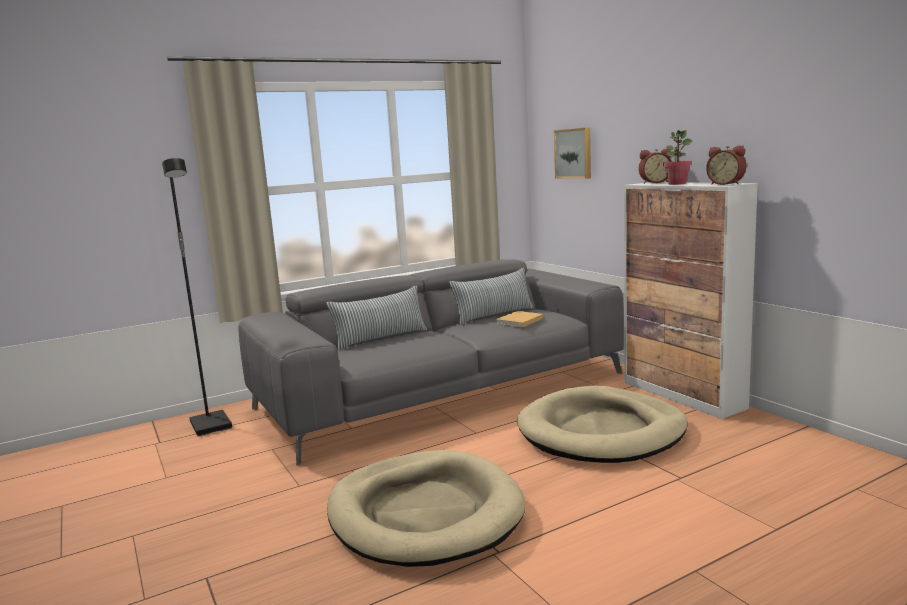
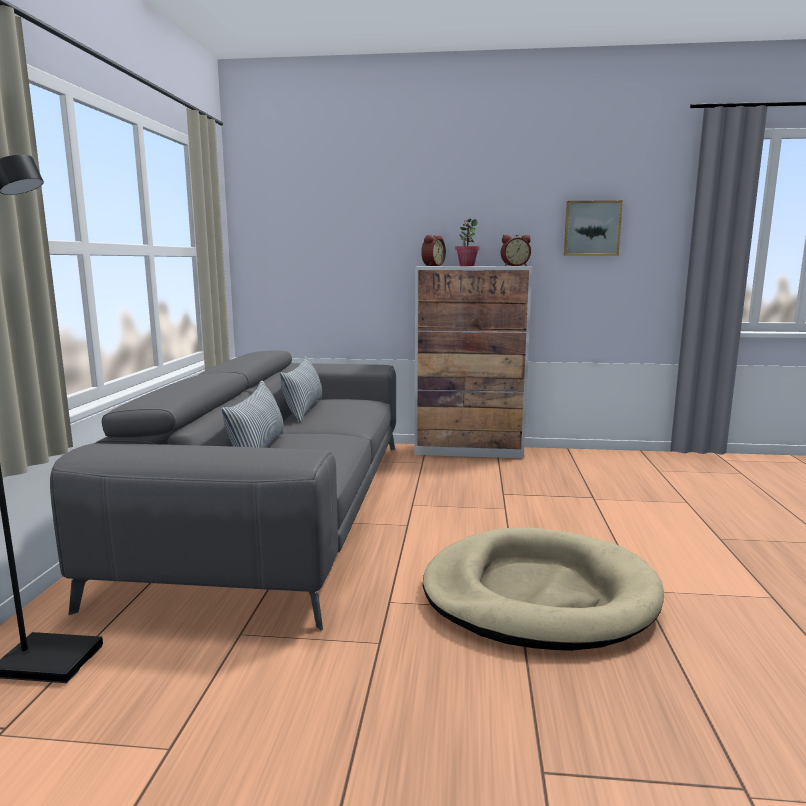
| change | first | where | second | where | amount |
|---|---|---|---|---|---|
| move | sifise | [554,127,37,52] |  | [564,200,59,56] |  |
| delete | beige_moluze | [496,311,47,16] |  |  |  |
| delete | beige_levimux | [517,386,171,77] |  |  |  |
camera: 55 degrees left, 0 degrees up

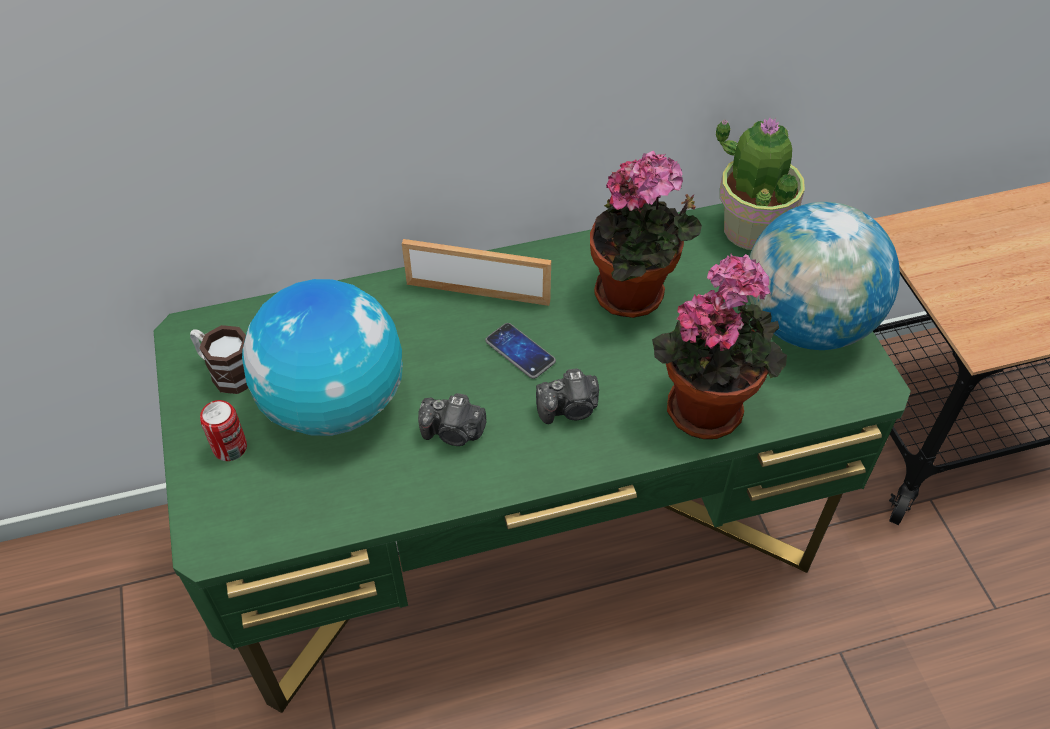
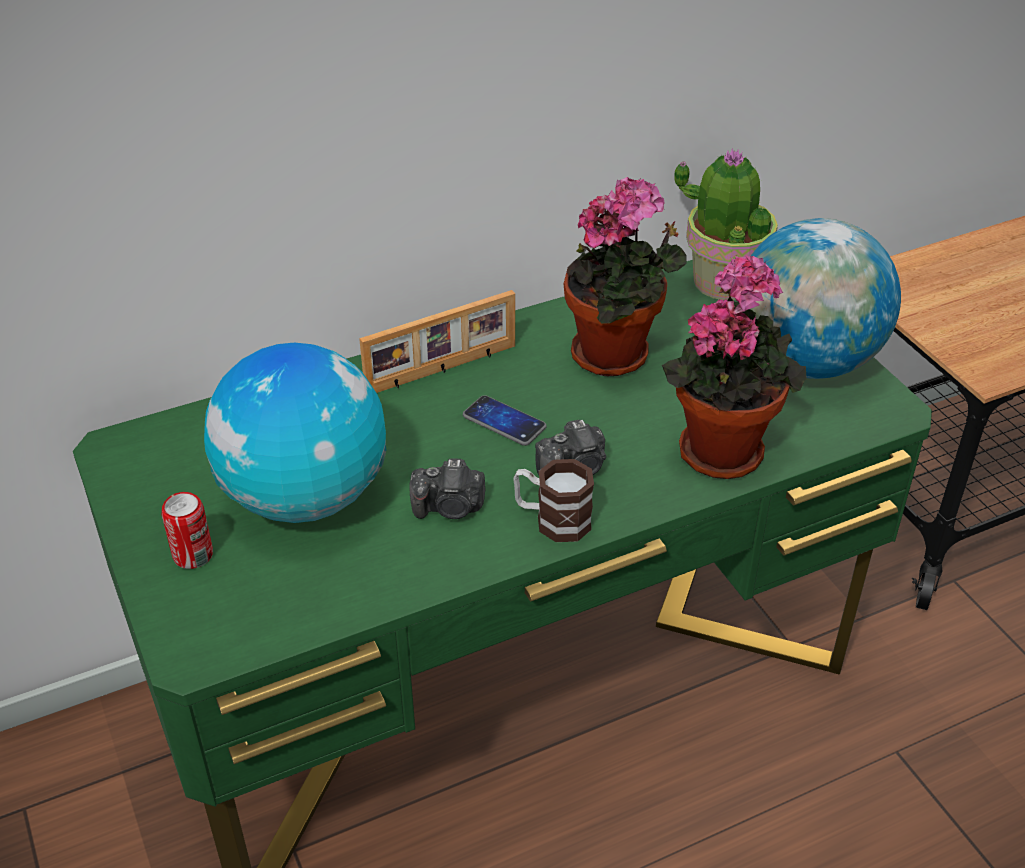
| change | first | where | second | where | amount |
|---|---|---|---|---|---|
| rotate | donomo | [402,239,149,67] |  | [359,290,156,103] | 150 degrees clockwise |
| move | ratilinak | [190,325,58,69] |  | [513,459,81,83] |  |
camera: 10 degrees left, 10 degrees down

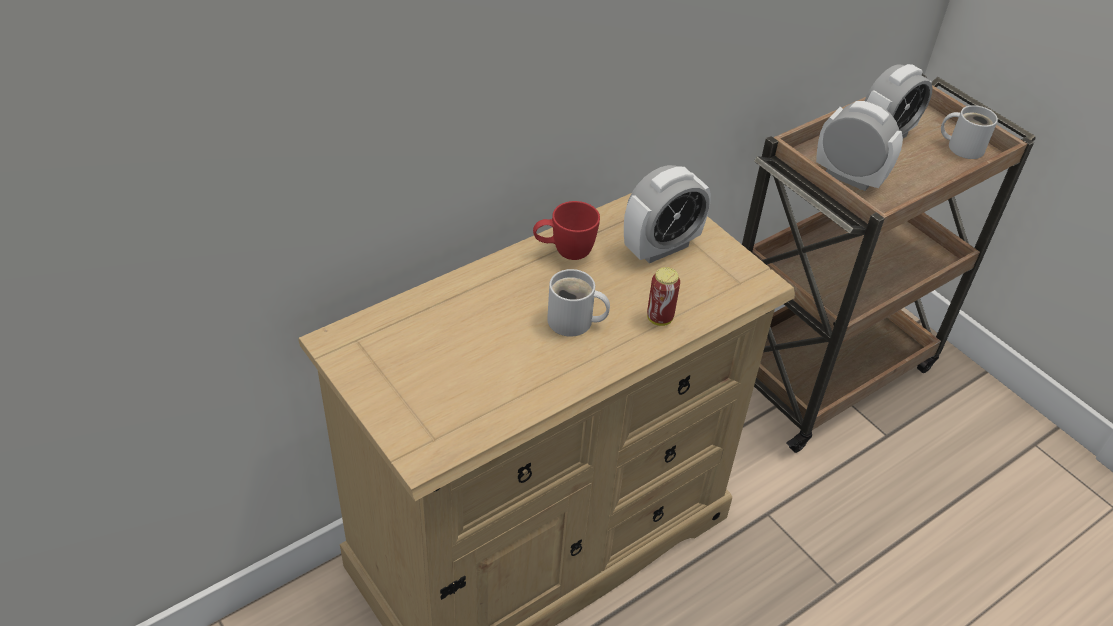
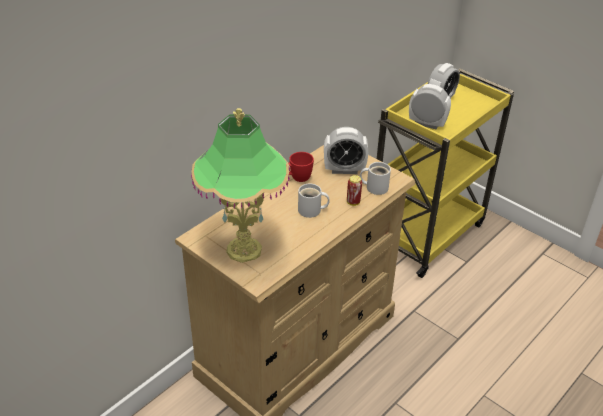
| change | first | where | second | where | amount |
|---|---|---|---|---|---|
| insert |  |  | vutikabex | [191,108,99,155] |  |
| rotate | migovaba | [624,165,87,98] |  | [324,127,45,47] | 45 degrees clockwise |
| move | white_ratilinak | [941,105,57,54] |  | [360,162,31,33] |  |
| recolor | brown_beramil | [742,74,294,379] | yellow_beramil | [377,68,137,210] |  |
camera: 10 degrees left, 5 degrees down

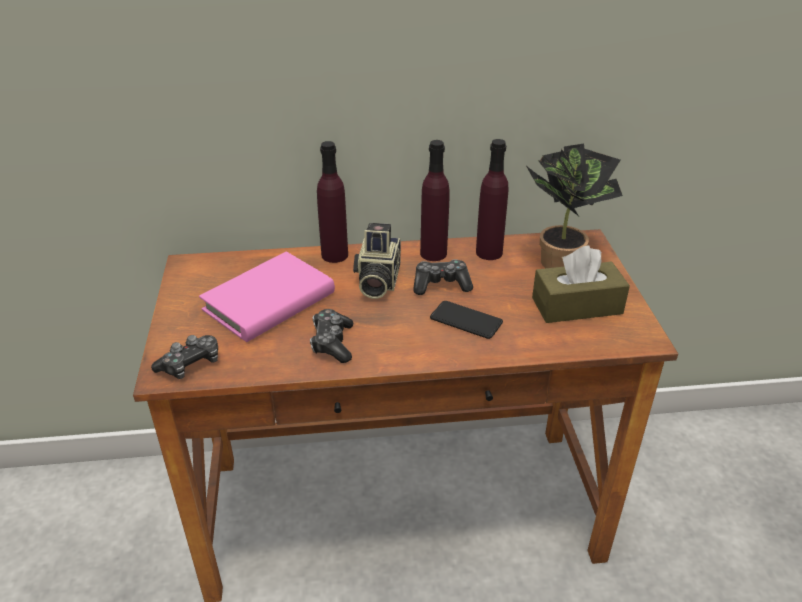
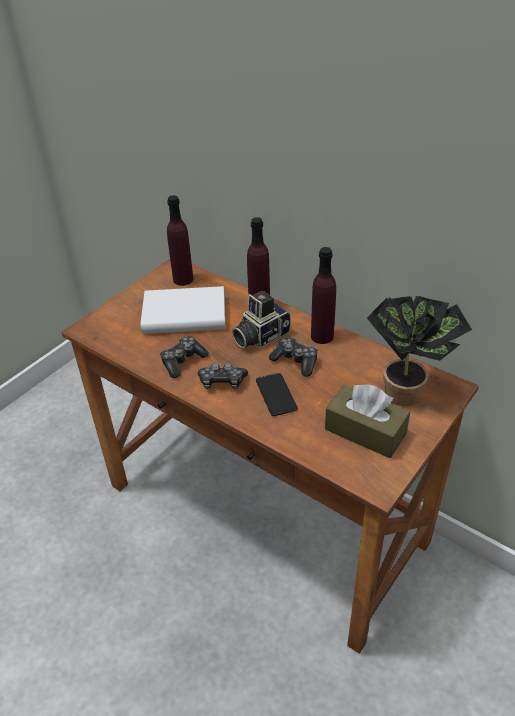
| change | first | where | second | where | amount |
|---|---|---|---|---|---|
| recolor | pink_moluze | [199,252,136,90] | white_moluze | [141,286,84,48] |  |
| move | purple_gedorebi | [476,139,33,121] |  | [167,195,26,91] |  |
| move | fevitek | [151,335,67,44] |  | [198,363,50,26] |  |
camera: 45 degrees right, 5 degrees up

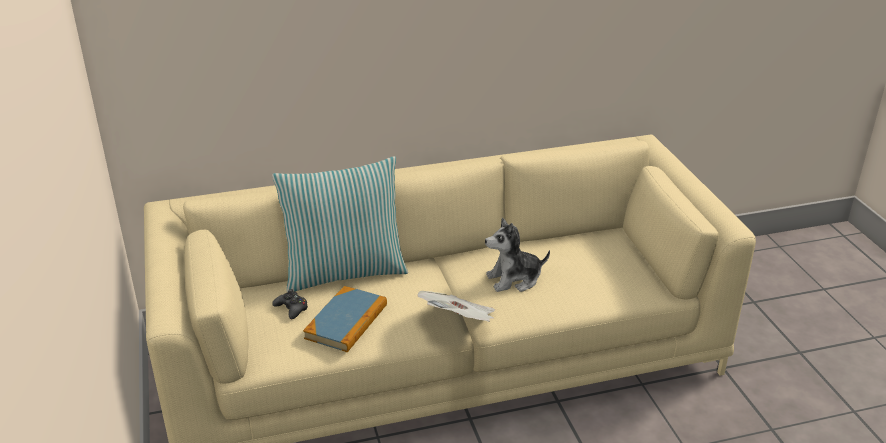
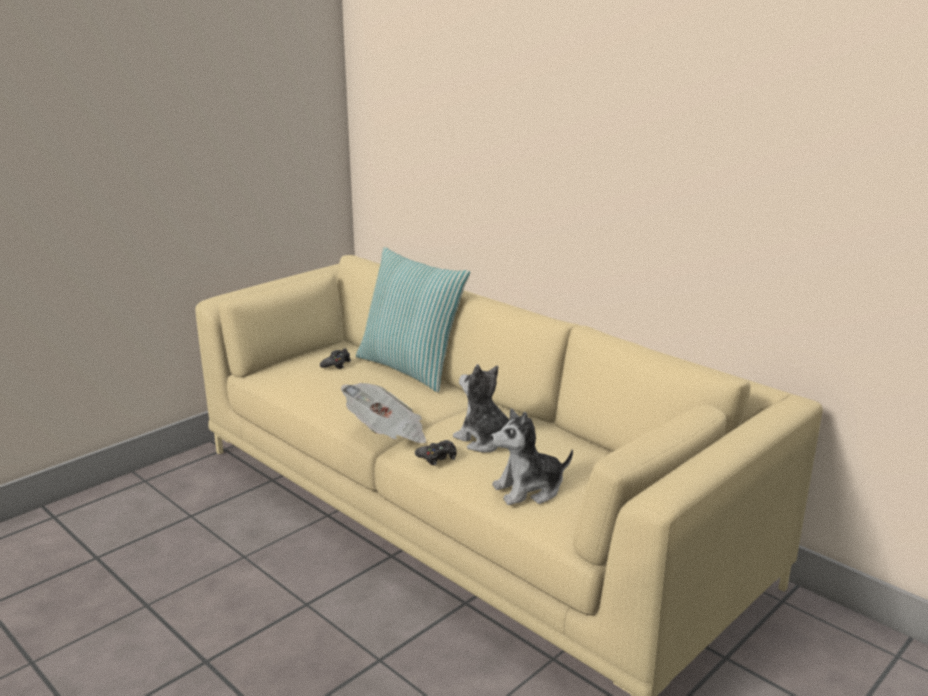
| change | first | where | second | where | amount |
|---|---|---|---|---|---|
| insert |  |  | black_fevitek | [415,440,41,25] |  |
| insert |  |  | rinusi | [491,409,82,96] |  |
| delete | moluze | [303,286,84,66] |  |  |  |
camera: 60 degrees right, 10 degrees down

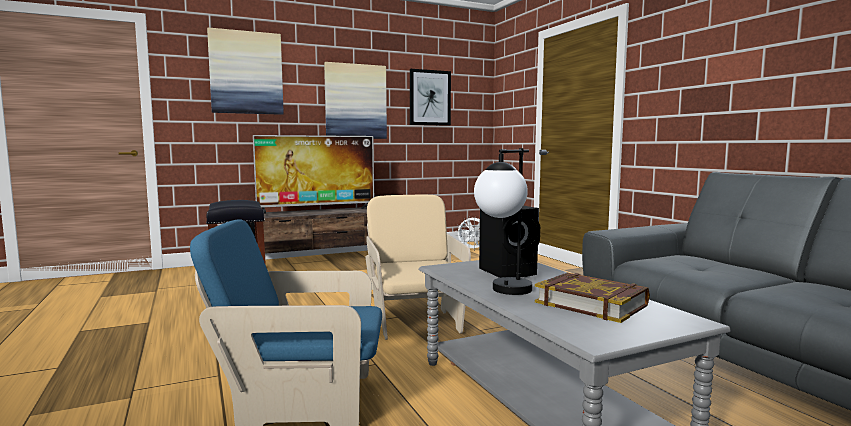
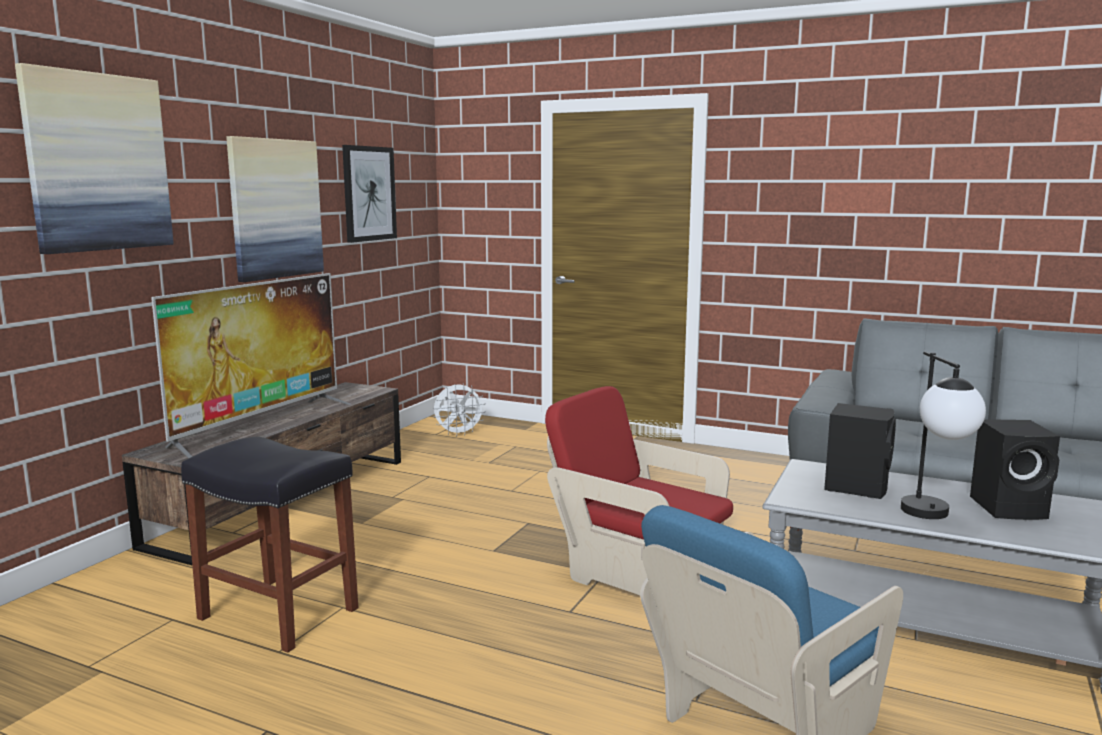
| change | first | where | second | where | amount |
|---|---|---|---|---|---|
| recolor | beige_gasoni | [365,194,106,146] | red_gasoni | [545,386,188,210] |  |
| replace | moluze | [535,273,115,50] | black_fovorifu | [970,419,90,101] |  |
camera: 40 degrees left, 5 degrees up

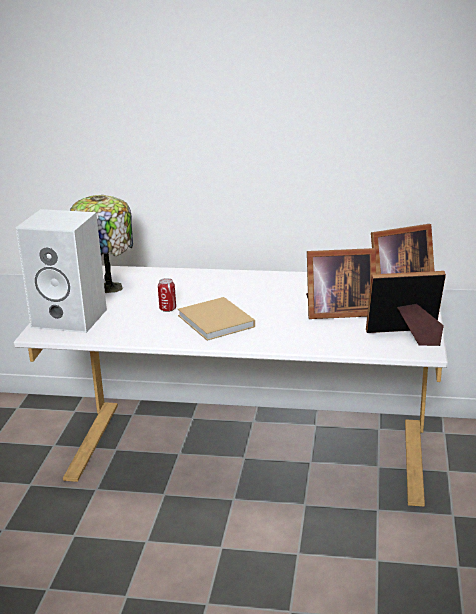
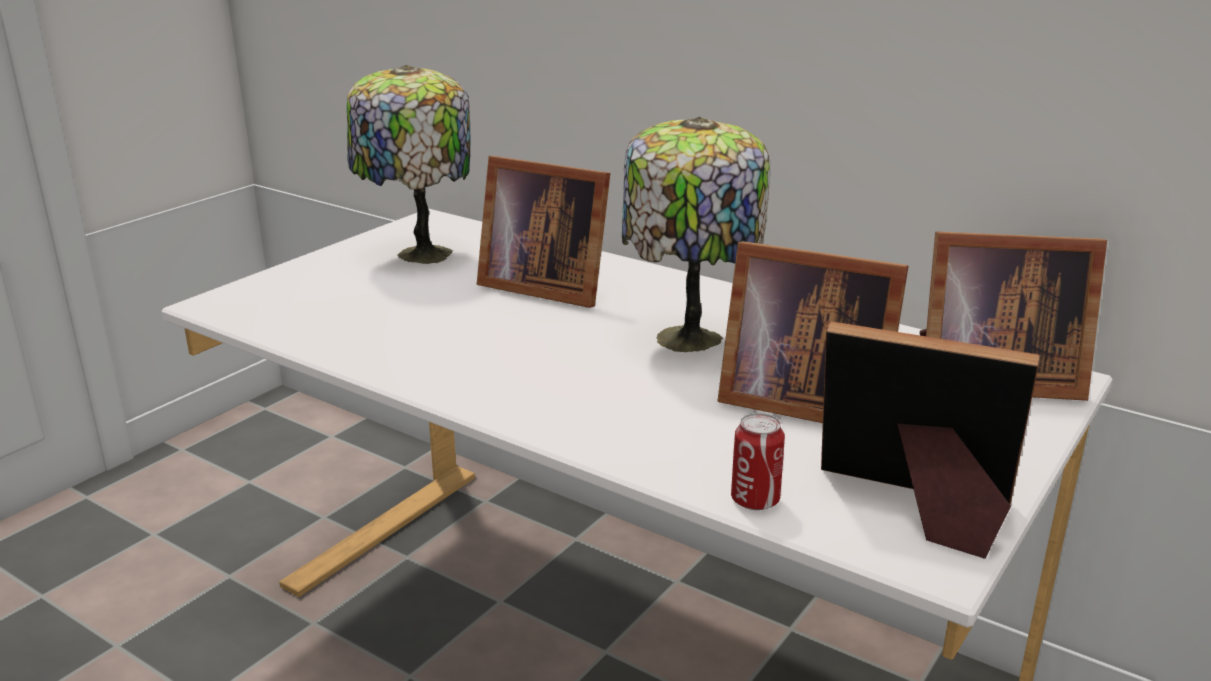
| change | first | where | second | where | amount |
|---|---|---|---|---|---|
| insert |  |  | donomo | [477,156,133,152] |  |
| insert |  |  | vutikabex | [622,117,149,235] |  |
| move | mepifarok | [158,278,18,34] |  | [731,413,54,97] |  |
| delete | white_fovorifu | [16,209,91,124] |  |  |  |
| delete | beige_moluze | [178,297,77,44] |  |  |  |
camera: 25 degrees right, 0 degrees up

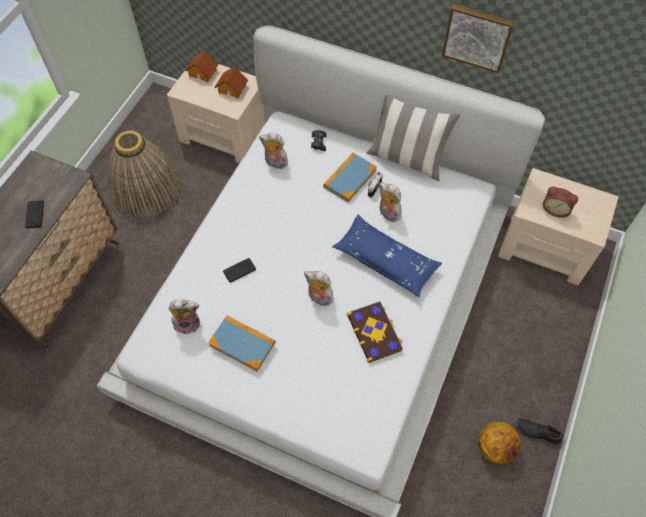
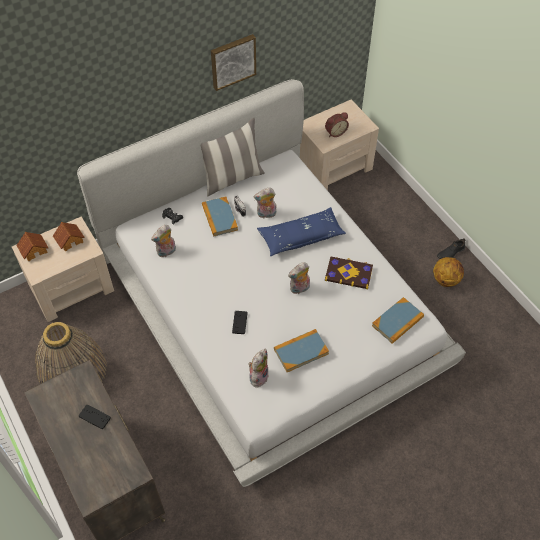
| change | first | where | second | where | amount |
|---|---|---|---|---|---|
| insert |  |  | moluze | [372,297,52,47] |  |
camera: 55 degrees left, 5 degrees down

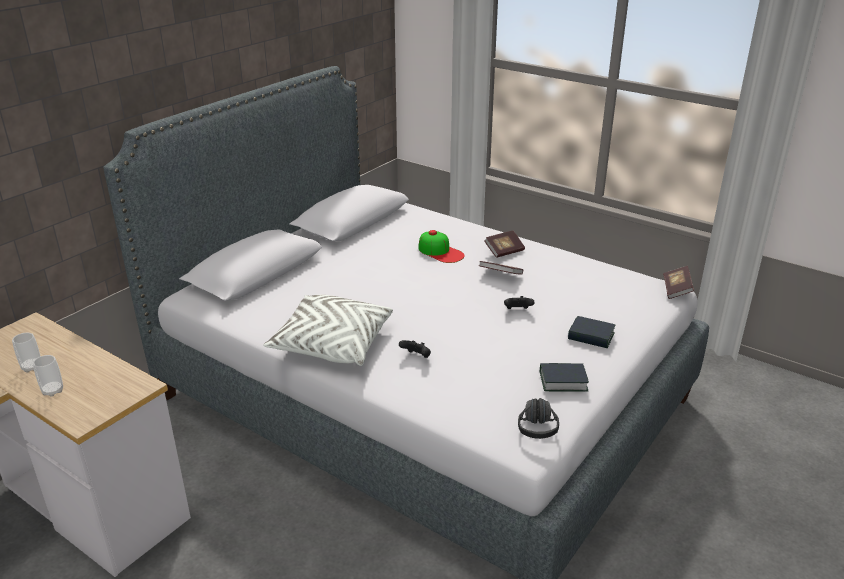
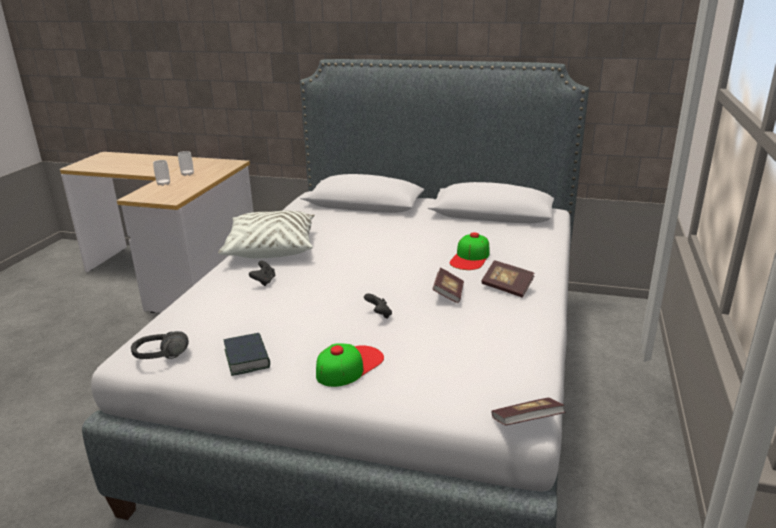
| change | first | where | second | where | amount |
|---|---|---|---|---|---|
| replace | moluze | [568,316,47,32] | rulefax | [316,343,68,44] |  |
camera: 70 degrees right, 5 degrees down

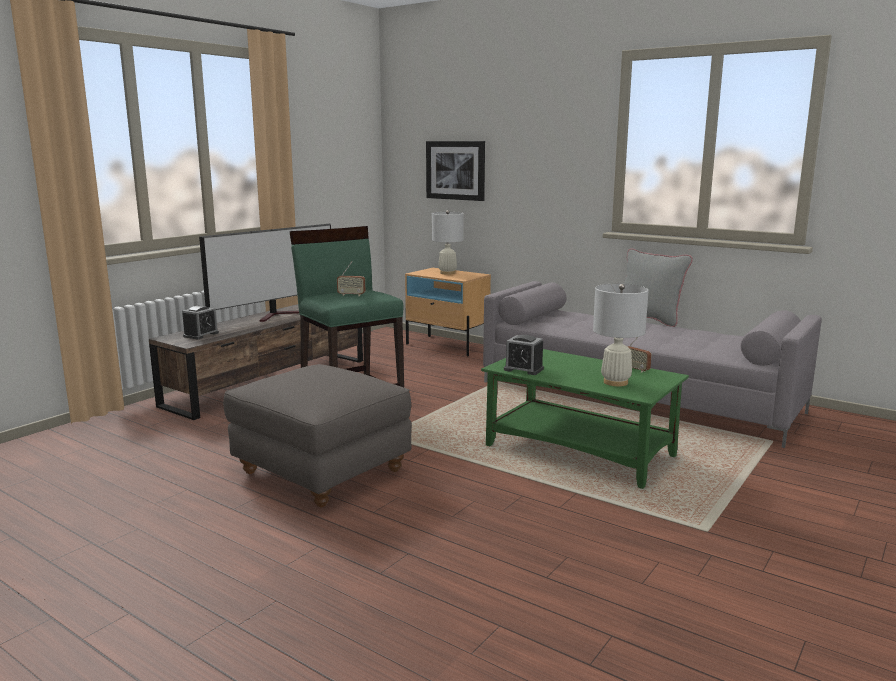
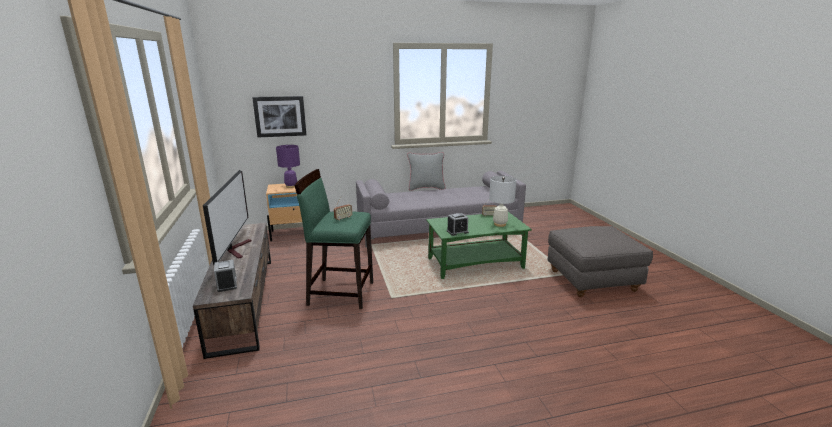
| change | first | where | second | where | amount |
|---|---|---|---|---|---|
| recolor | white_vutikabex | [432,210,32,65] | purple_vutikabex | [276,145,24,43] |  |
| move | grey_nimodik | [223,364,189,143] |  | [548,226,105,71] |  |
camera: 50 degrees left, 5 degrees up

